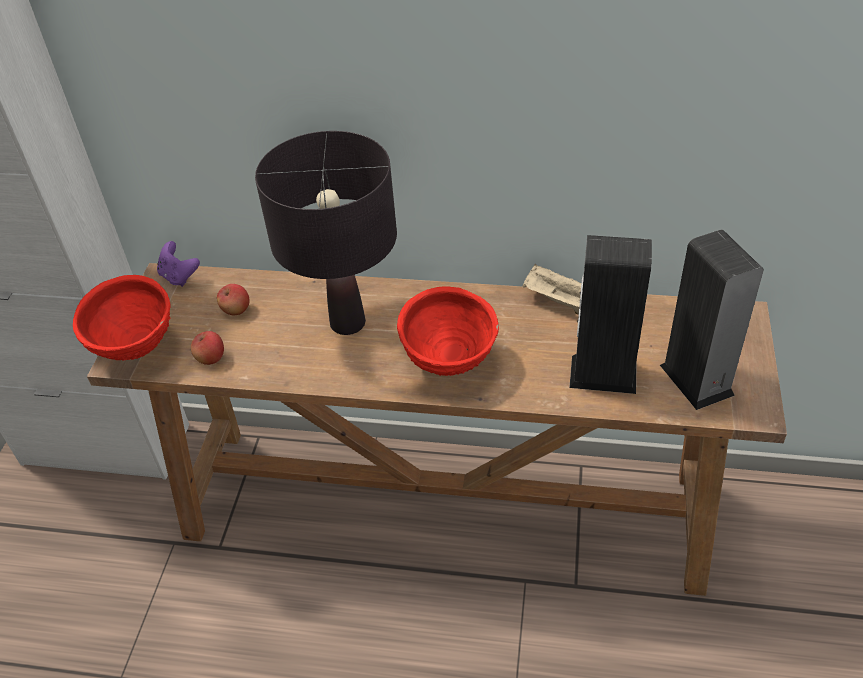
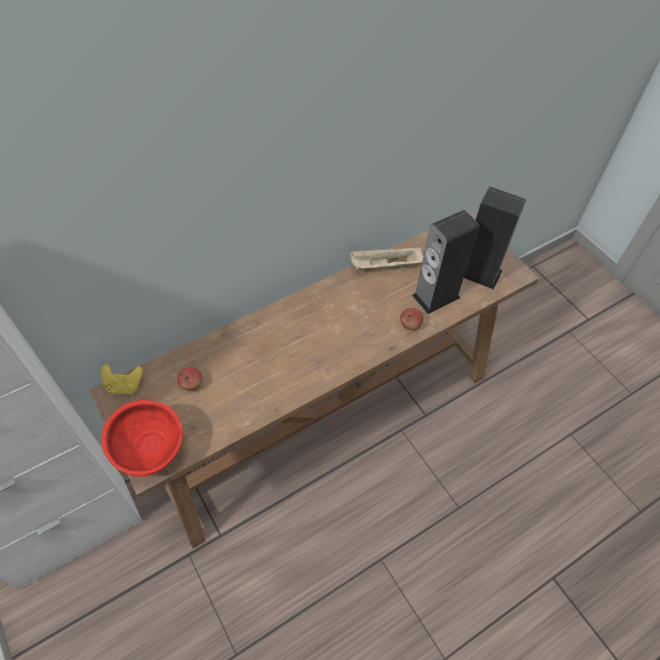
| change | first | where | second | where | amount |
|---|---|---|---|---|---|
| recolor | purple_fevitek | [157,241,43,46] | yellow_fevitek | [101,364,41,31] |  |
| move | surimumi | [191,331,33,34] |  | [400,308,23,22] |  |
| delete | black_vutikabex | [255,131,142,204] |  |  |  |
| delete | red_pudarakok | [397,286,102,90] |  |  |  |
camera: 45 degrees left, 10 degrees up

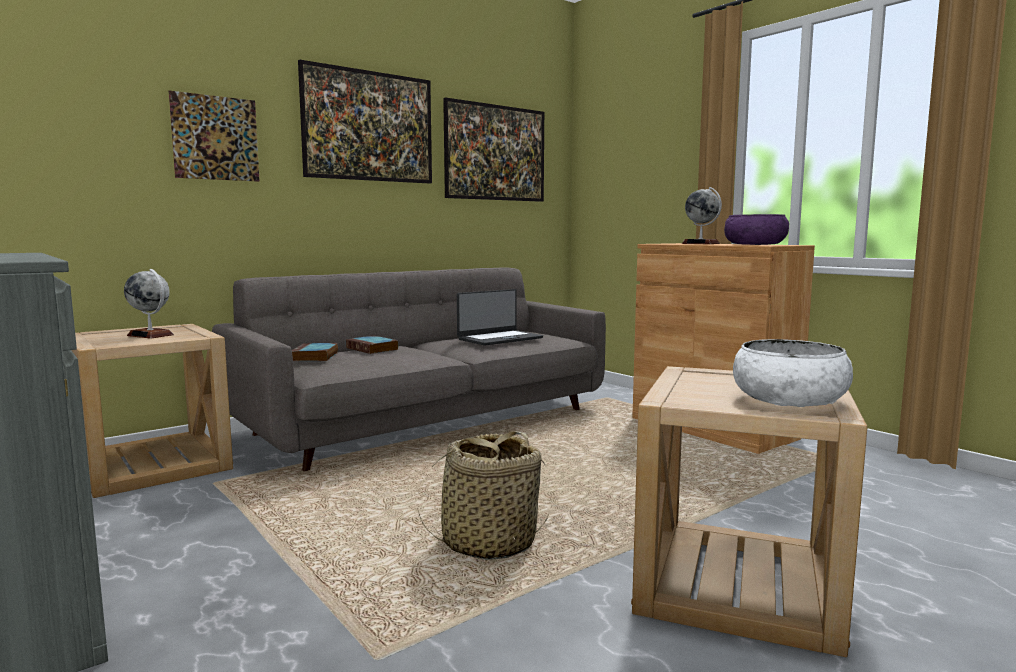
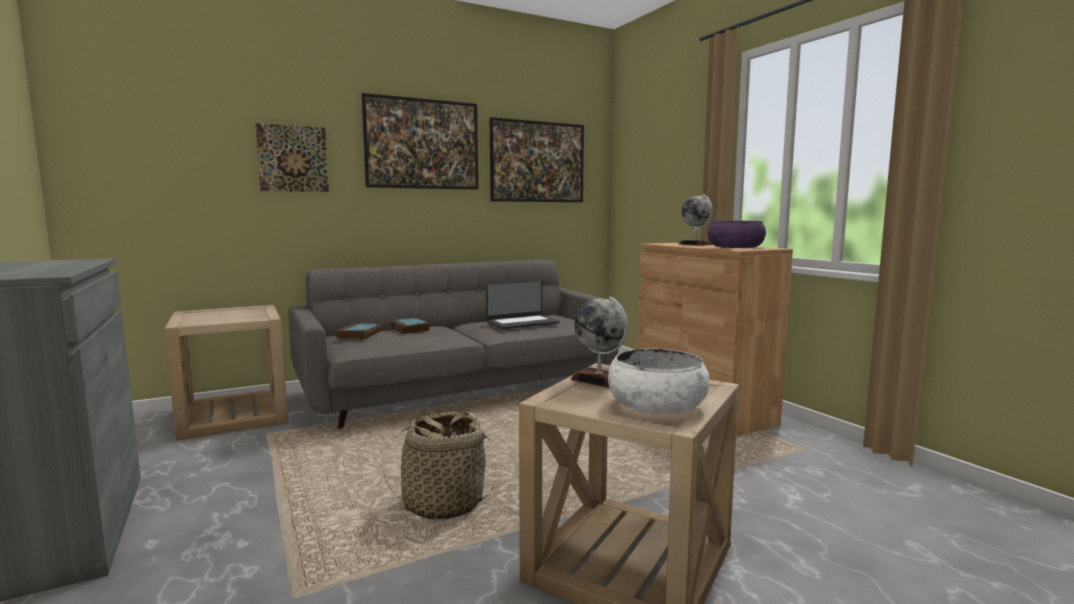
| change | first | where | second | where | amount |
|---|---|---|---|---|---|
| move | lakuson | [124,269,50,70] |  | [571,297,57,91] |  |
camera: 10 degrees right, 0 degrees up

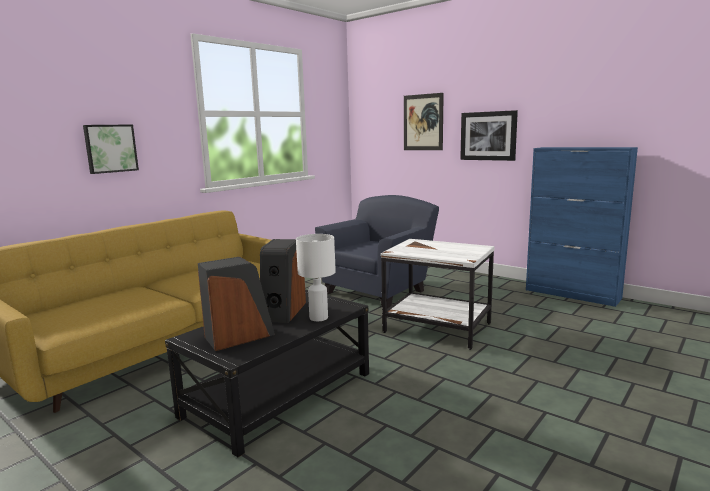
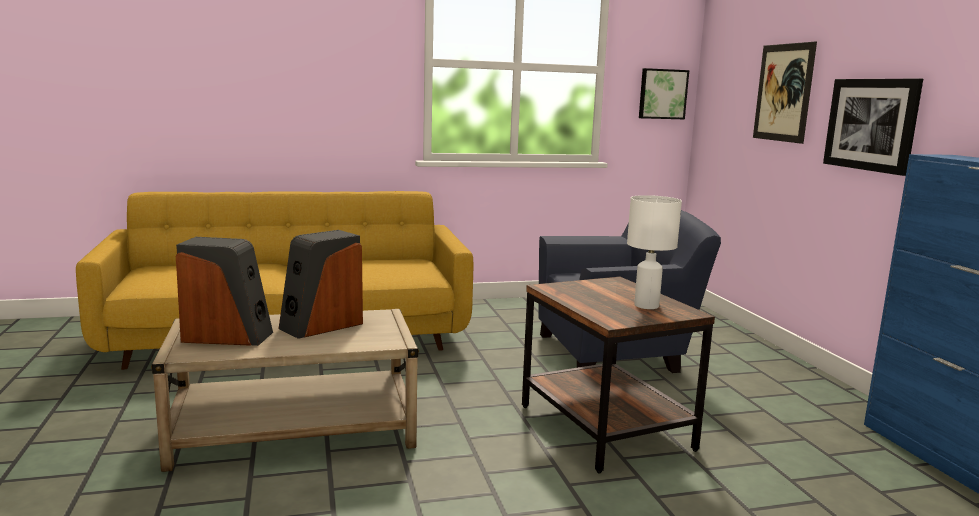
| change | first | where | second | where | amount |
|---|---|---|---|---|---|
| recolor | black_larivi | [165,290,204,167] | beige_larivi | [151,309,268,163] |  |
| recolor | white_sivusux | [381,239,114,111] | brown_sivusux | [522,277,193,196] |  |
| move | white_vutikabex | [296,234,40,87] |  | [627,195,55,114] |  |
| move | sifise | [83,124,56,50] |  | [639,68,50,51] |  |
camera: 35 degrees right, 0 degrees up

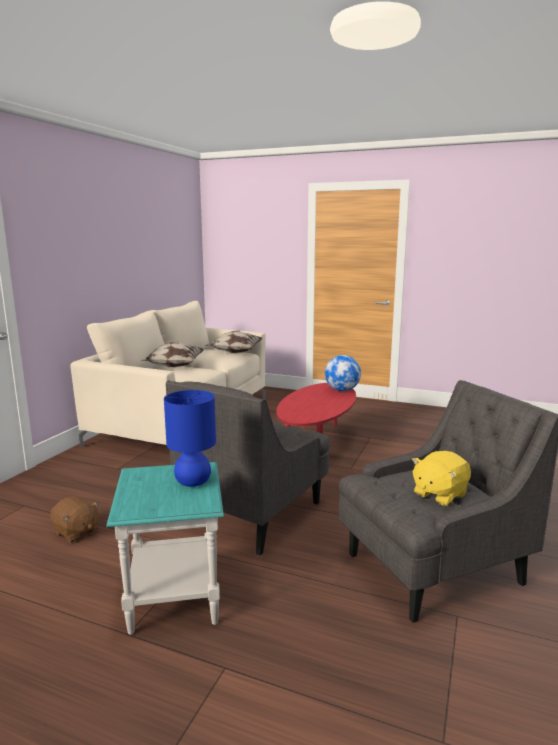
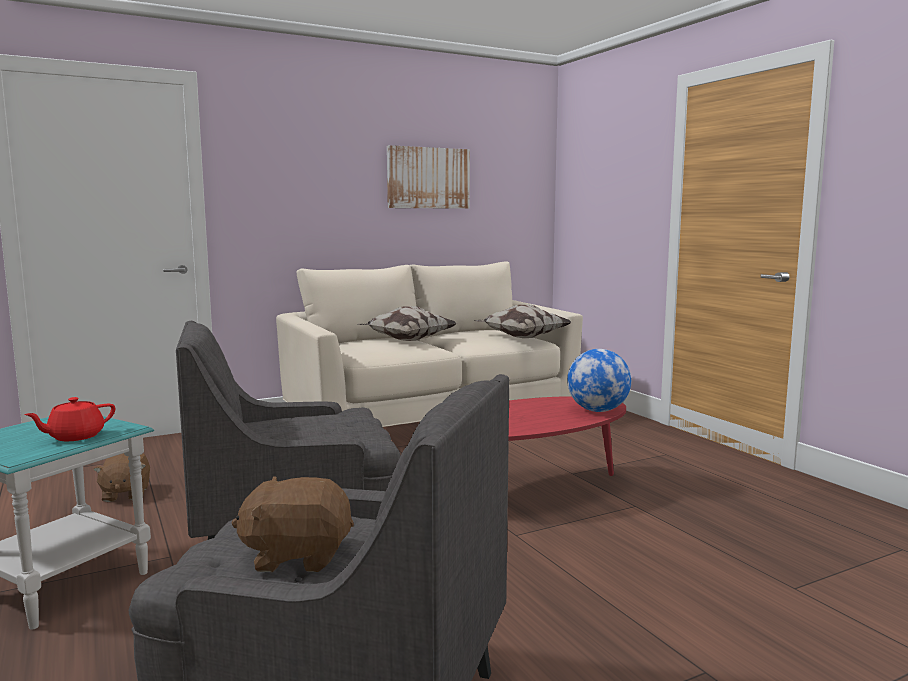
| change | first | where | second | where | amount |
|---|---|---|---|---|---|
| replace | blue_vutikabex | [164,390,52,97] | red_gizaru | [24,397,91,44] |  |
| recolor | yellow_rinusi | [412,451,59,55] | brown_rinusi | [232,476,122,96] |  |
| insert |  |  | sifise | [387,145,83,64] |  |
camera: 40 degrees right, 5 degrees down

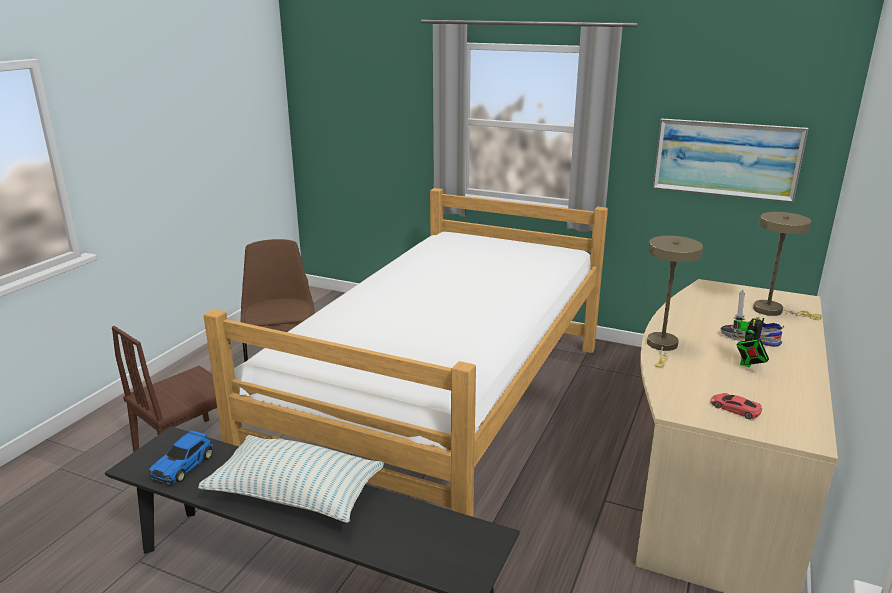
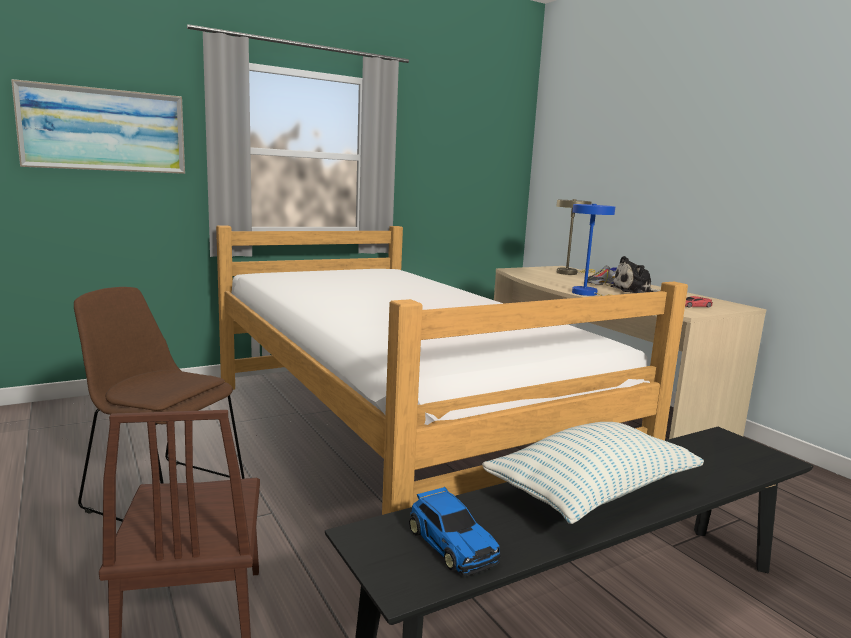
| change | first | where | second | where | amount |
|---|---|---|---|---|---|
| move | sifise | [653,119,155,84] |  | [11,79,174,95] |  |
| recolor | beige_vutikabex | [647,236,56,131] | blue_vutikabex | [572,204,43,92] |  |
| replace | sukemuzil | [733,290,36,78] | rinusi | [610,256,51,37] |  |
camera: 55 degrees left, 10 degrees down

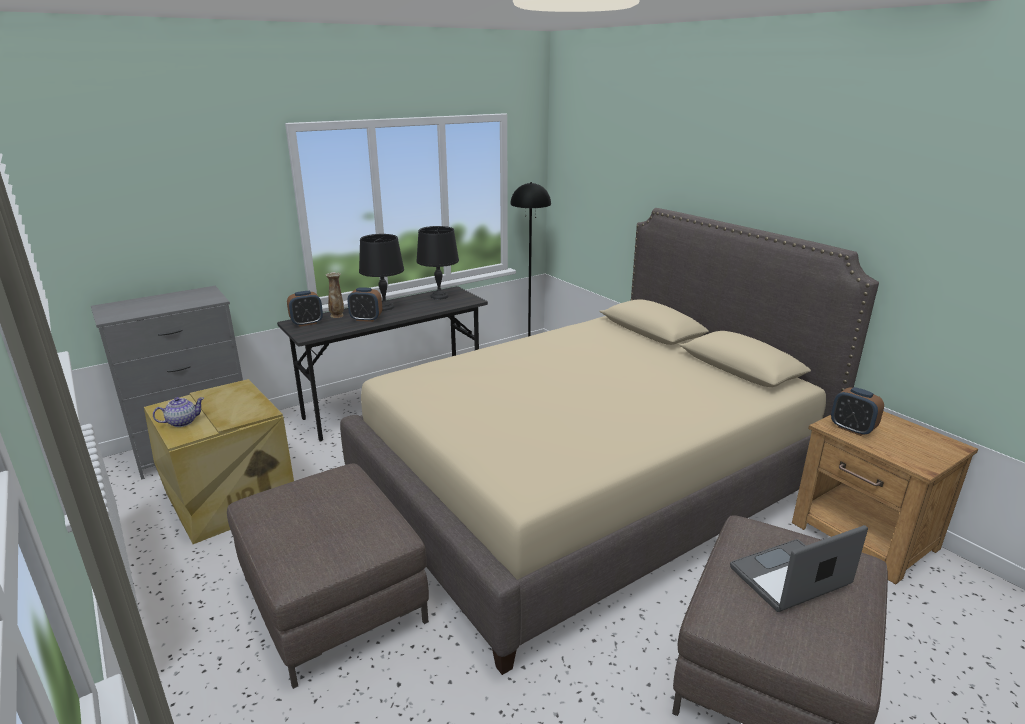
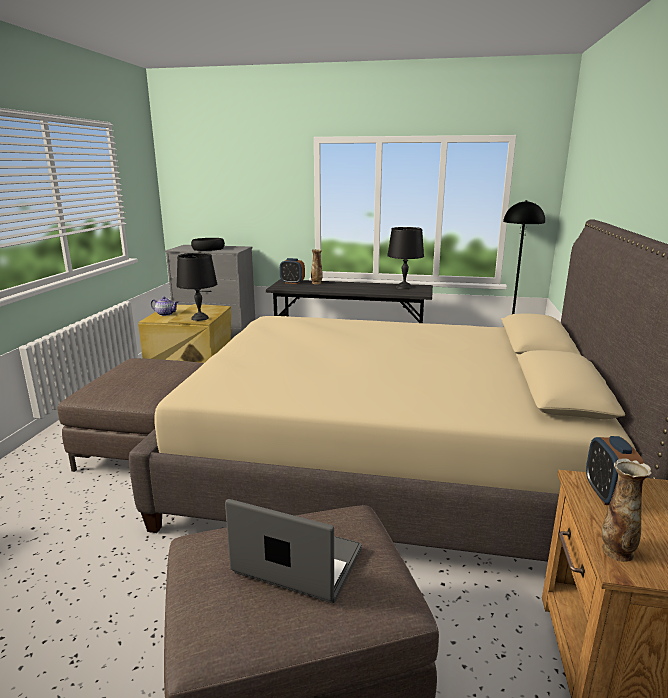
| change | first | where | second | where | amount |
|---|---|---|---|---|---|
| move | black_vutikabex | [359,234,45,77] |  | [176,253,41,68] |  |
| insert |  |  | black_pudarakok | [191,238,34,13] |  |
| insert |  |  | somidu | [602,458,50,104] |  |
| delete | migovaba | [347,288,35,34] |  |  |  |
camera: 45 degrees right, 5 degrees down

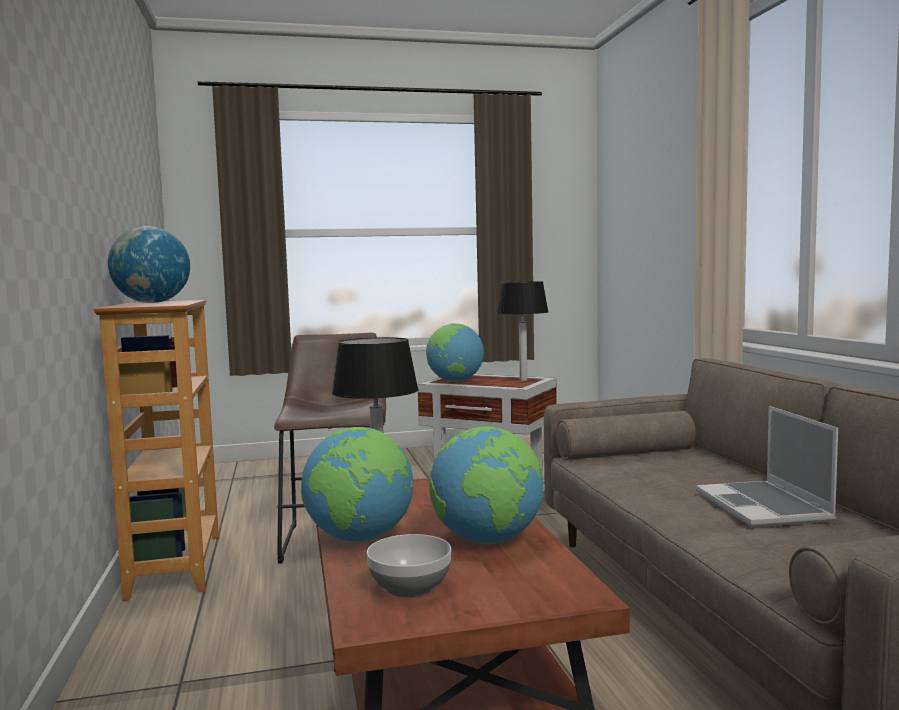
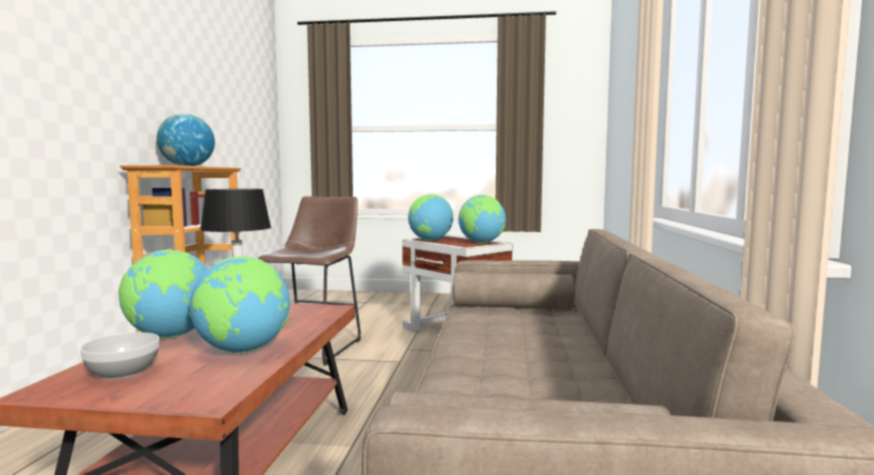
| change | first | where | second | where | amount |
|---|---|---|---|---|---|
| replace | vutikabex | [497,281,52,100] | lakuson | [458,195,48,48] |  |
| delete | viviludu | [696,406,142,121] |  |  |  |
camera: 20 degrees right, 0 degrees up

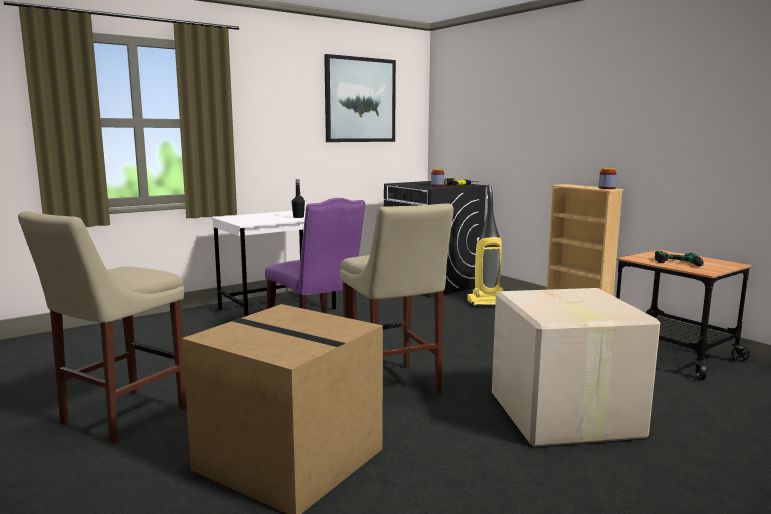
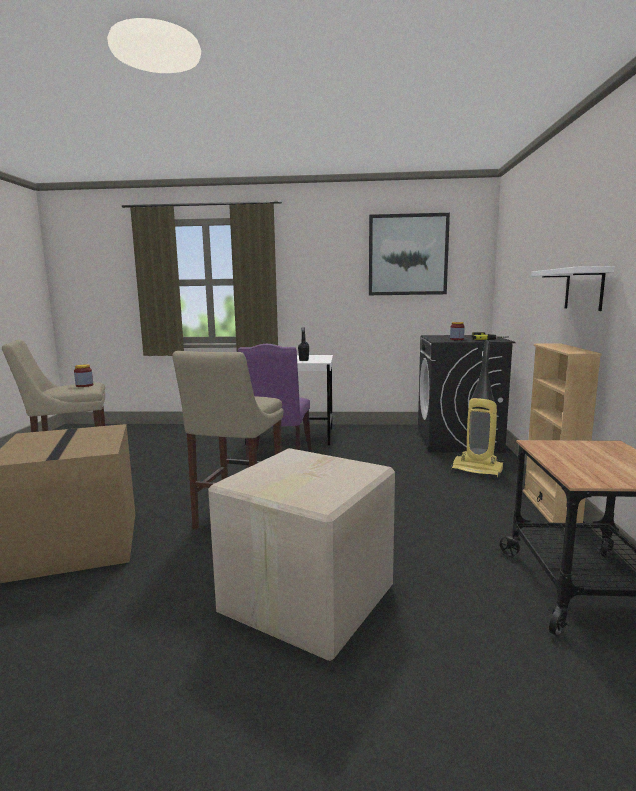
| change | first | where | second | where | amount |
|---|---|---|---|---|---|
| move | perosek | [599,168,18,21] |  | [74,364,19,23] |  |
| insert |  |  | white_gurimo | [531,266,84,45] |  |
| delete | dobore | [655,251,49,15] |  |  |  |
camera: 40 degrees right, 0 degrees up

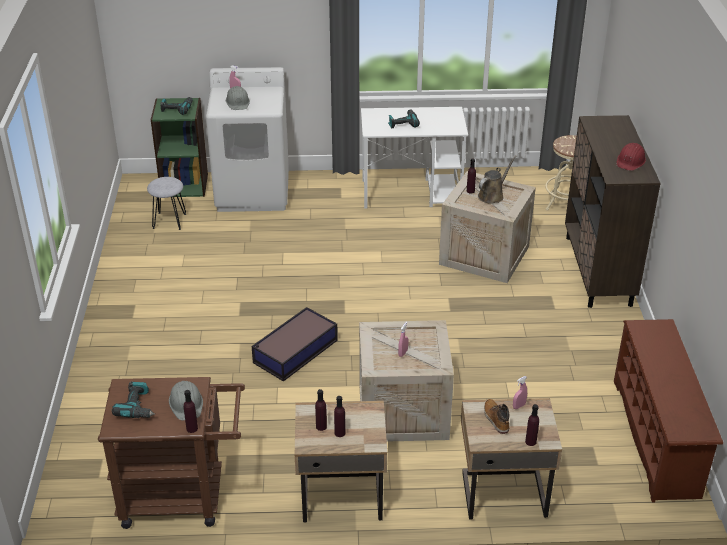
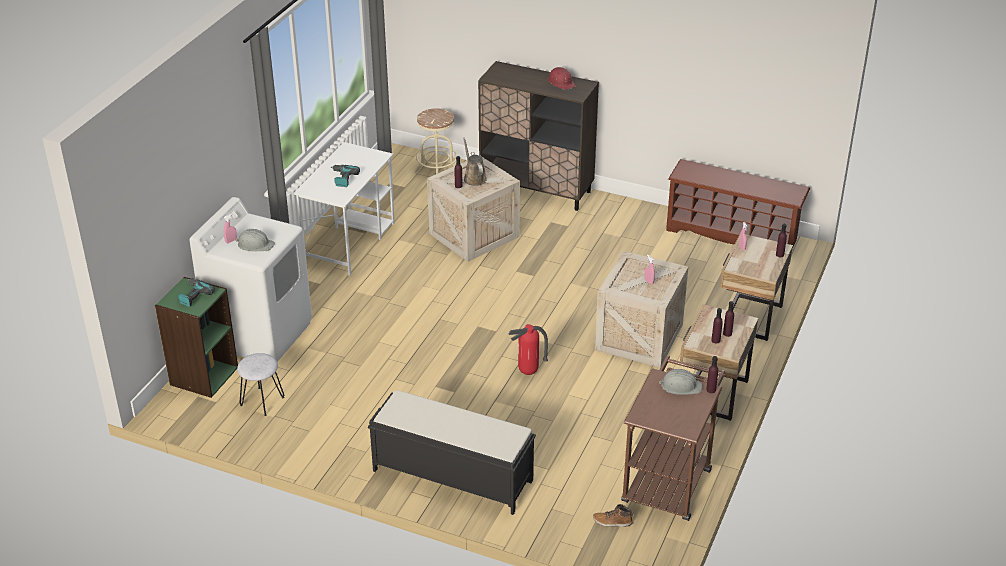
| change | first | where | second | where | amount |
|---|---|---|---|---|---|
| insert |  |  | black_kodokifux | [368,390,168,125] |  |
| replace | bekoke | [252,307,86,75] | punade | [509,324,39,51] |  |
| move | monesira | [484,399,25,35] |  | [593,504,40,23] |  |
| delete | dobore | [112,381,43,37] |  |  |  |
camera: 65 degrees left, 0 degrees up

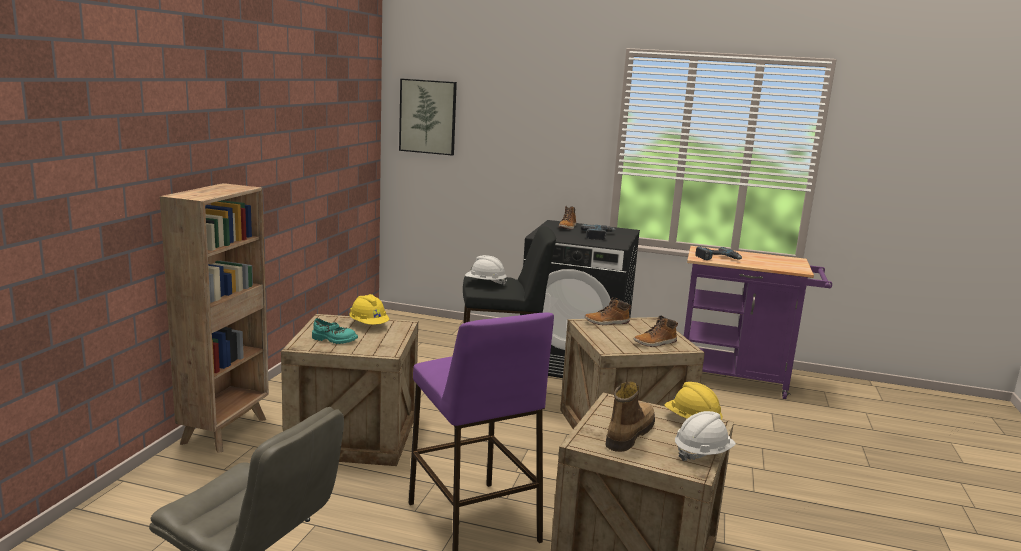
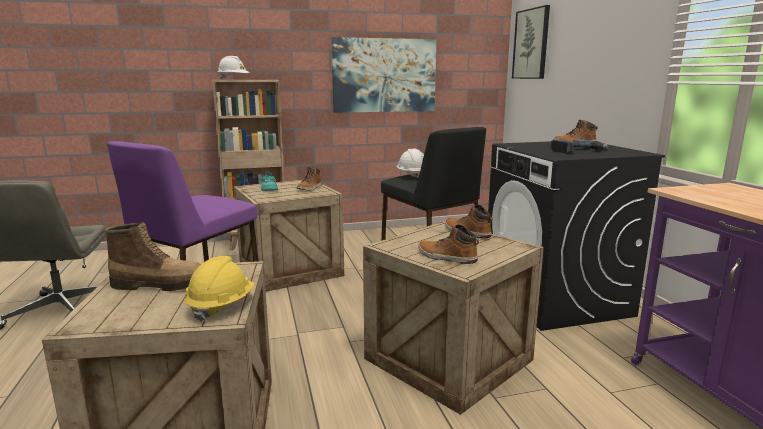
| change | first | where | second | where | amount |
|---|---|---|---|---|---|
| move | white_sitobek | [675,411,61,50] |  | [217,56,33,24] |  |
| replace | yellow_sitobek | [349,294,40,31] | monesira | [296,167,26,24] |  |
| insert |  |  | sifise | [331,37,105,76] |  |
| delete | dobore | [695,247,47,13] |  |  |  |
camera: 60 degrees right, 0 degrees up

